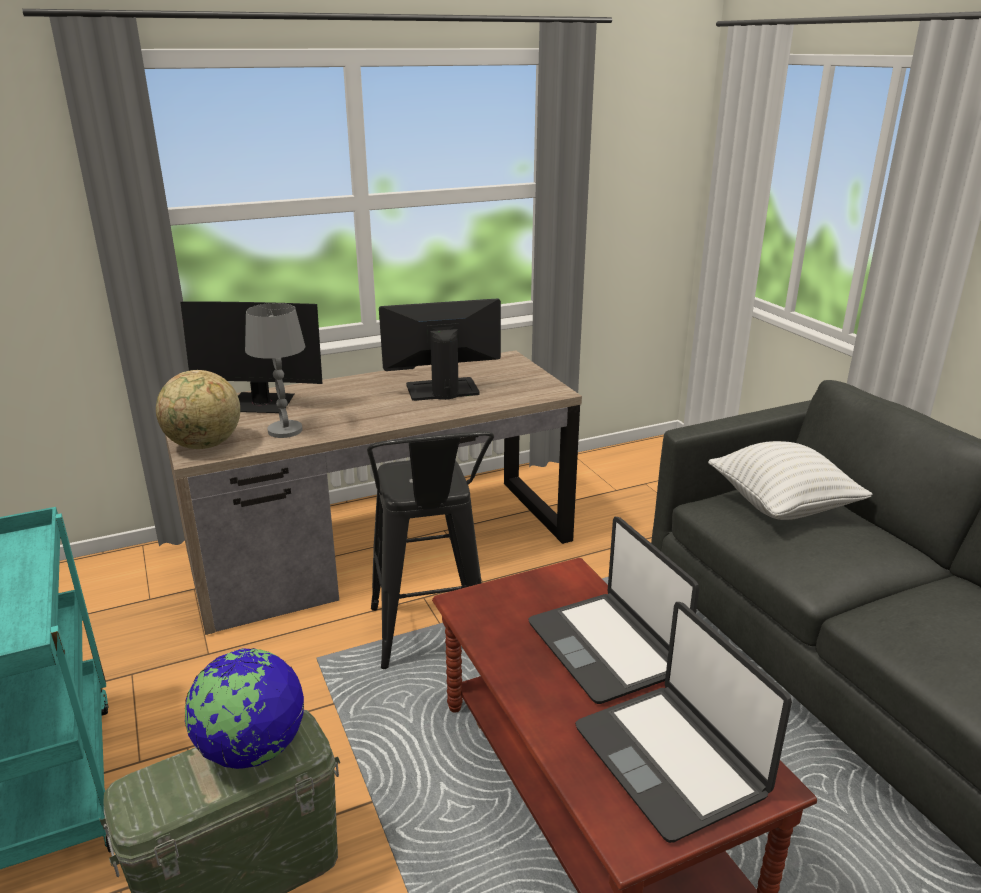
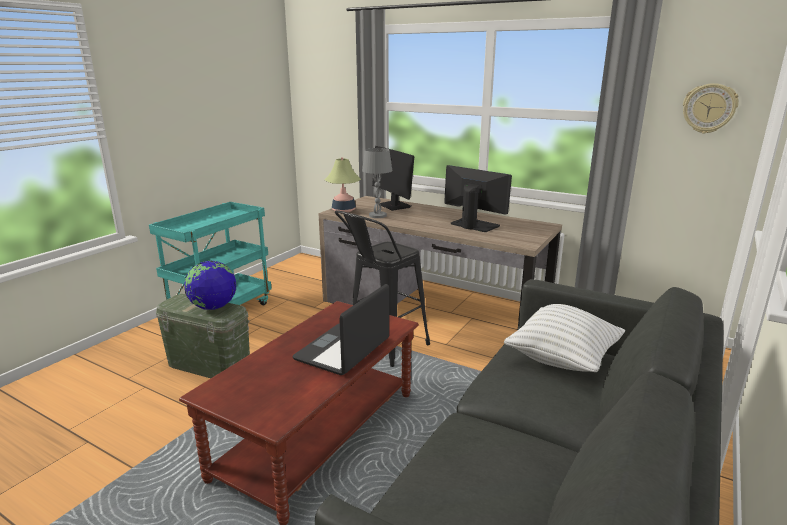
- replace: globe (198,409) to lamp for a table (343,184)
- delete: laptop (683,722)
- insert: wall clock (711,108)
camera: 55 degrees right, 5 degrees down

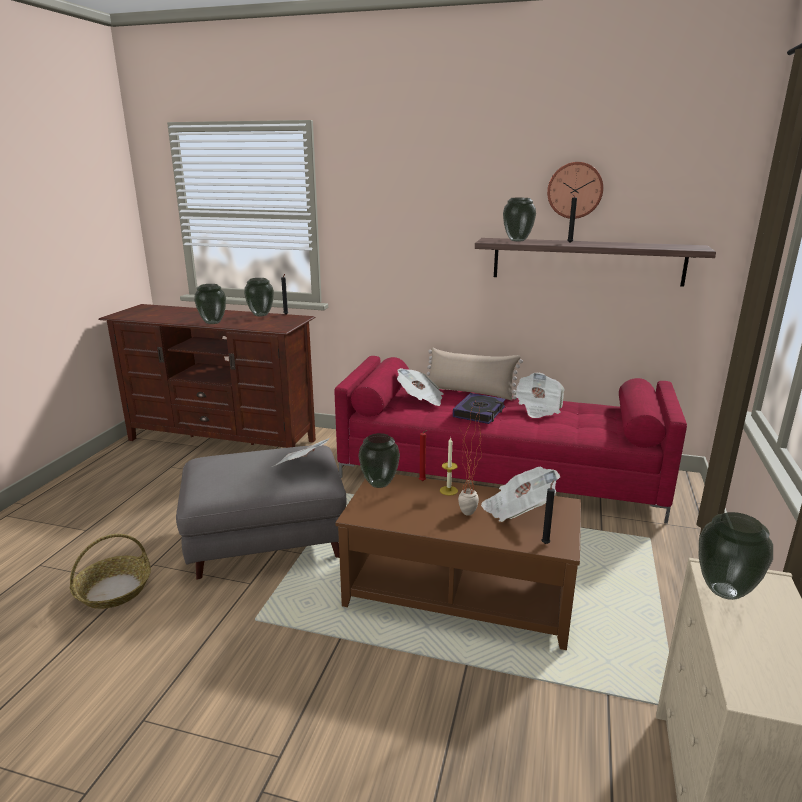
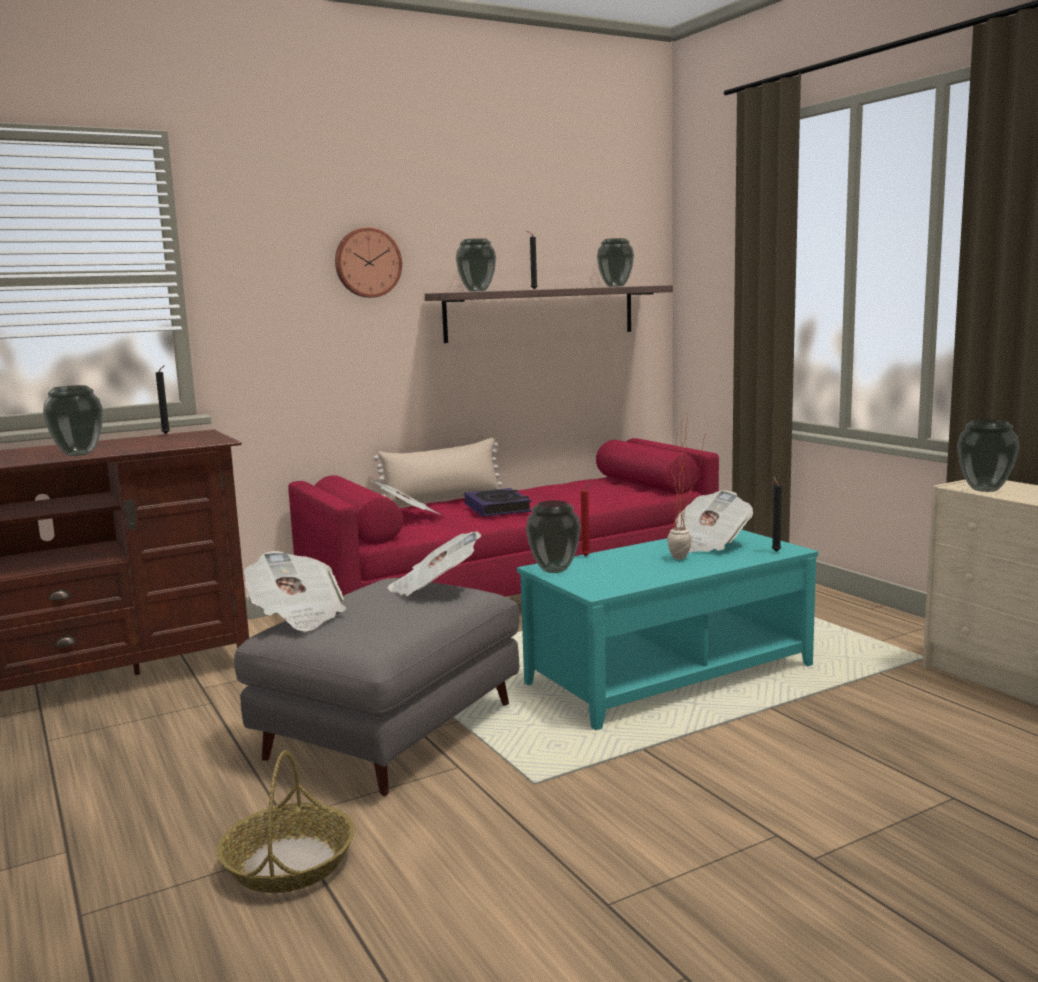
- move: decorative vase (259,297) to (615,262)
- recolor: low table in brownish (458,562) to low table in blue-green (667,630)
- delete: candle (449,467)
- move: daily paper (539,395) to (295,591)
- move: wall clock (575,190) to (368,262)
camera: 45 degrees left, 10 degrees down

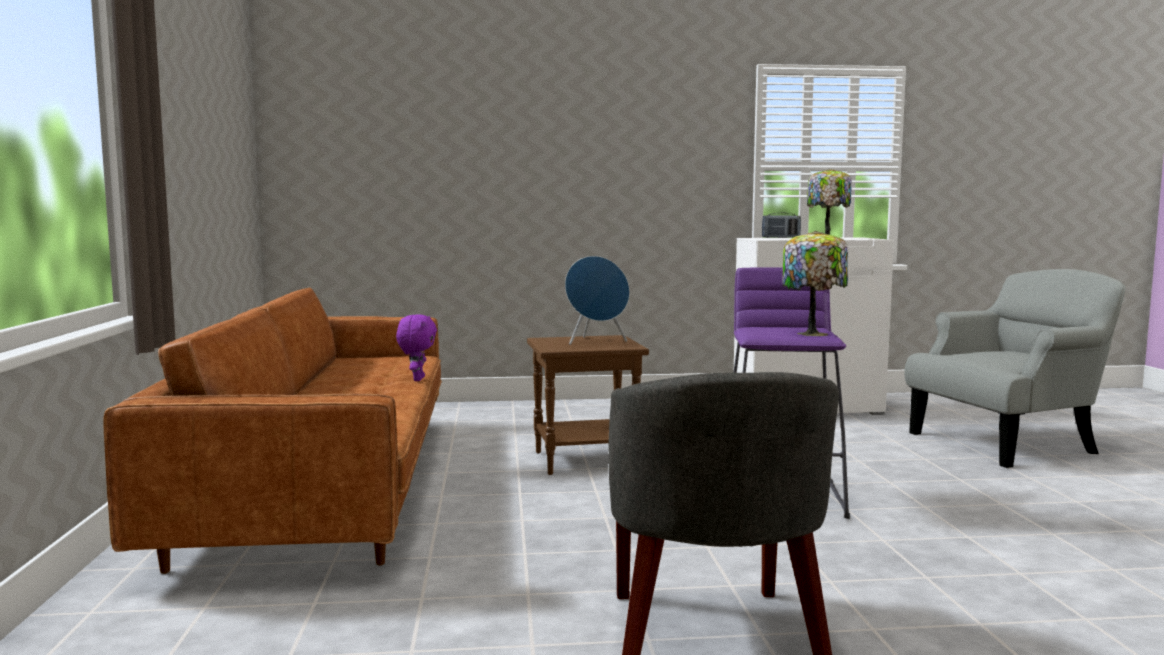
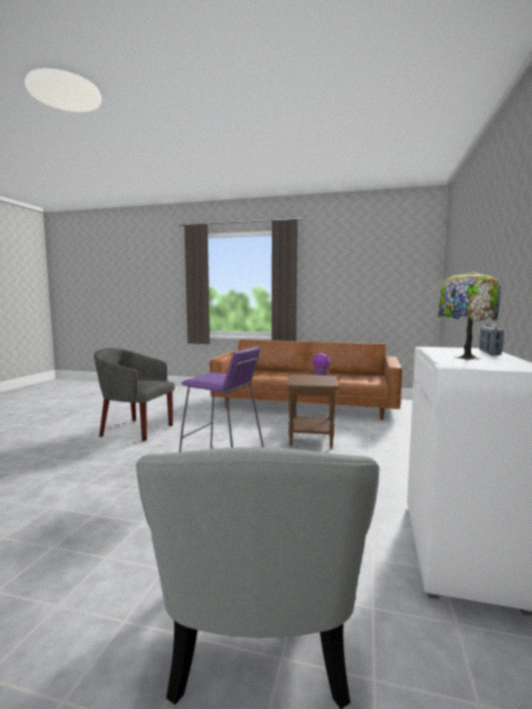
- delete: audio speaker in blue (597,300)
- delete: lamp for a table (815,283)
camera: 110 degrees right, 0 degrees up

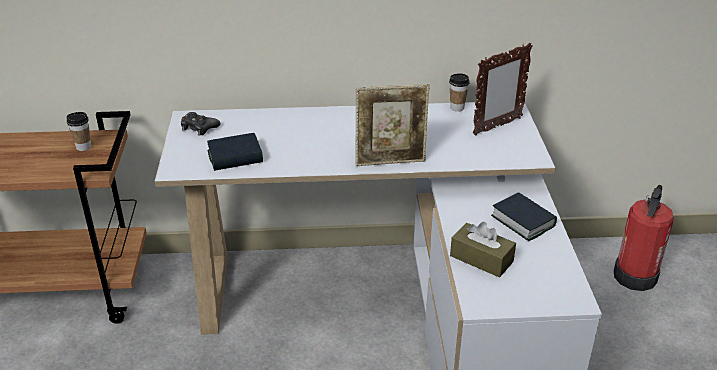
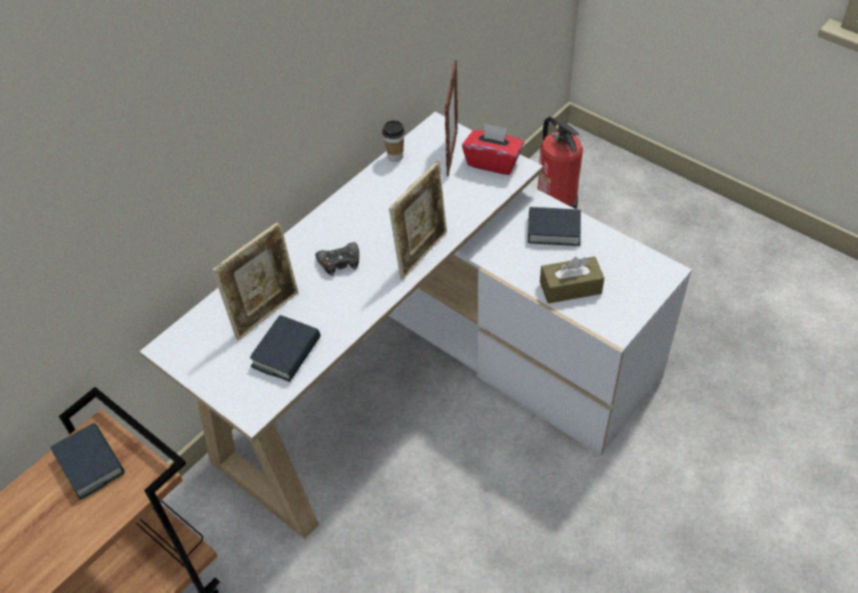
- replace: small cup (79,131) to book (87,461)
- move: gamepad in black (201,124) to (337,259)
- insert: photo frame (255,280)
- insert: tissue holder in red-coloured (493,149)
camera: 45 degrees left, 15 degrees up

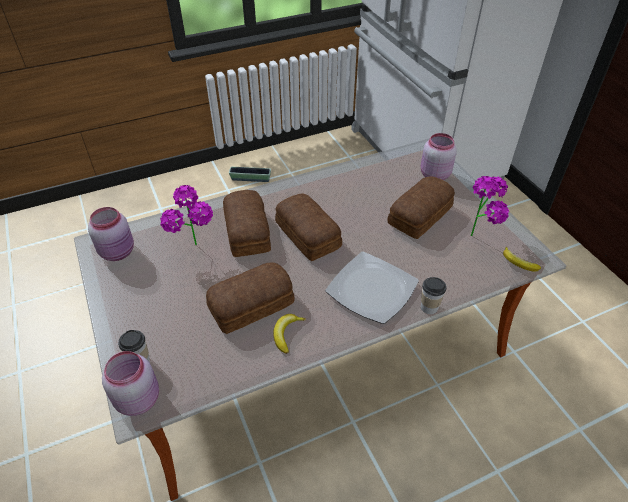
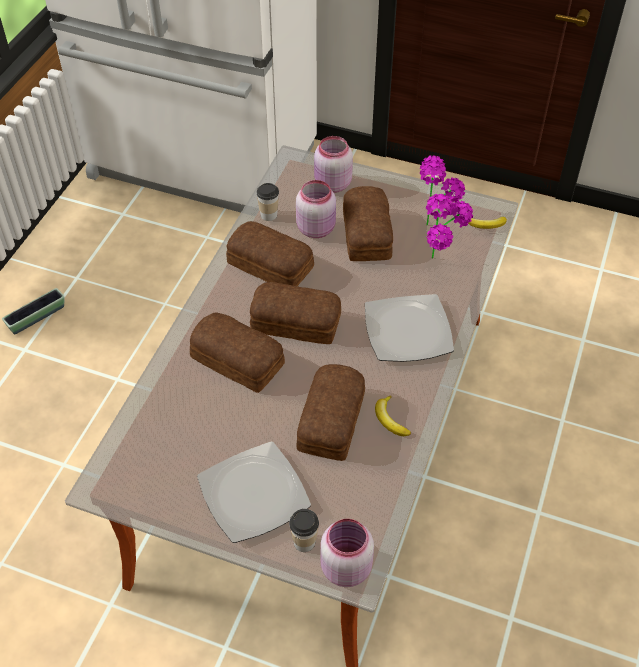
- move: storage jar in pink (111,234) to (316,209)
- move: potted plant (186,215) to (449,226)
- move: small cup (434,295) to (267,202)
- insert: plate (254,492)
- insert: bakery bread (270,253)
camera: 45 degrees left, 5 degrees up

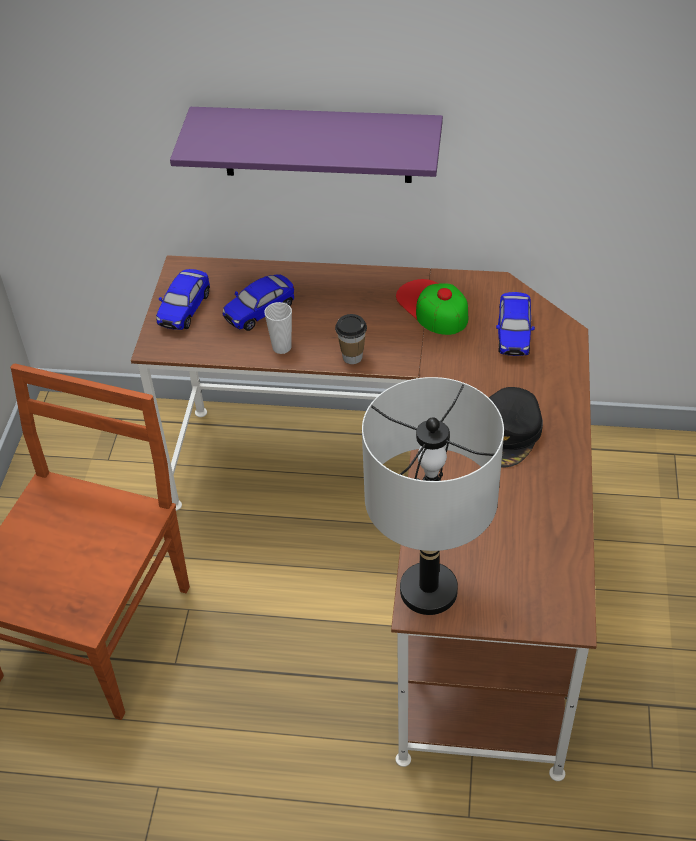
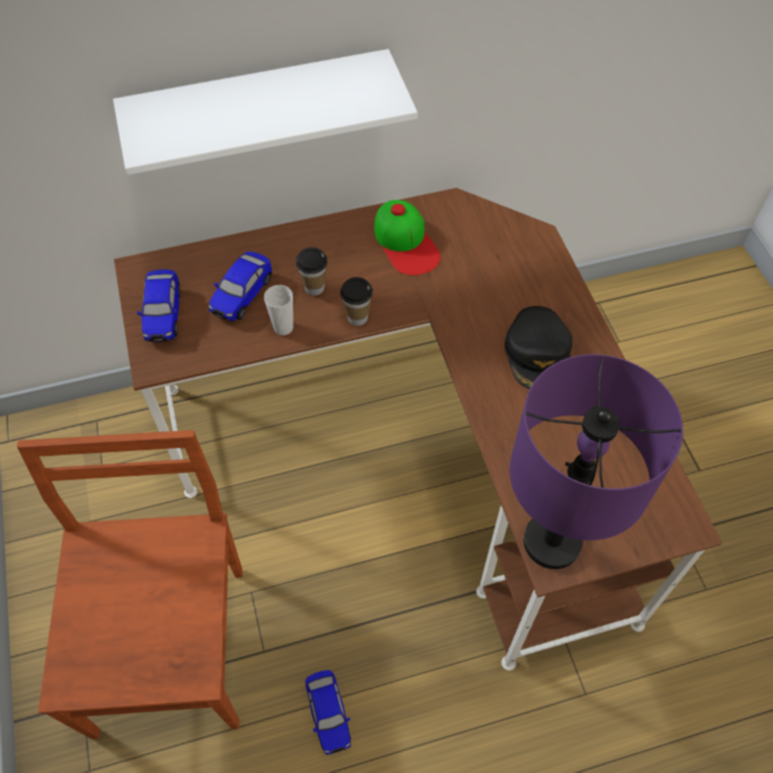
- recolor: bracket shelf in purple-coloured (306,145) to bracket shelf in whitish (265,112)
- recolor: lamp for a table in grey (433,496) to lamp for a table in purple-coloured (596,461)
- rotate: peaked cap (432,307) = (407,238) 150 degrees counterclockwise
- move: miniature car (515,324) to (328,712)
- insert: small cup (312,271)
camera: 25 degrees left, 10 degrees up

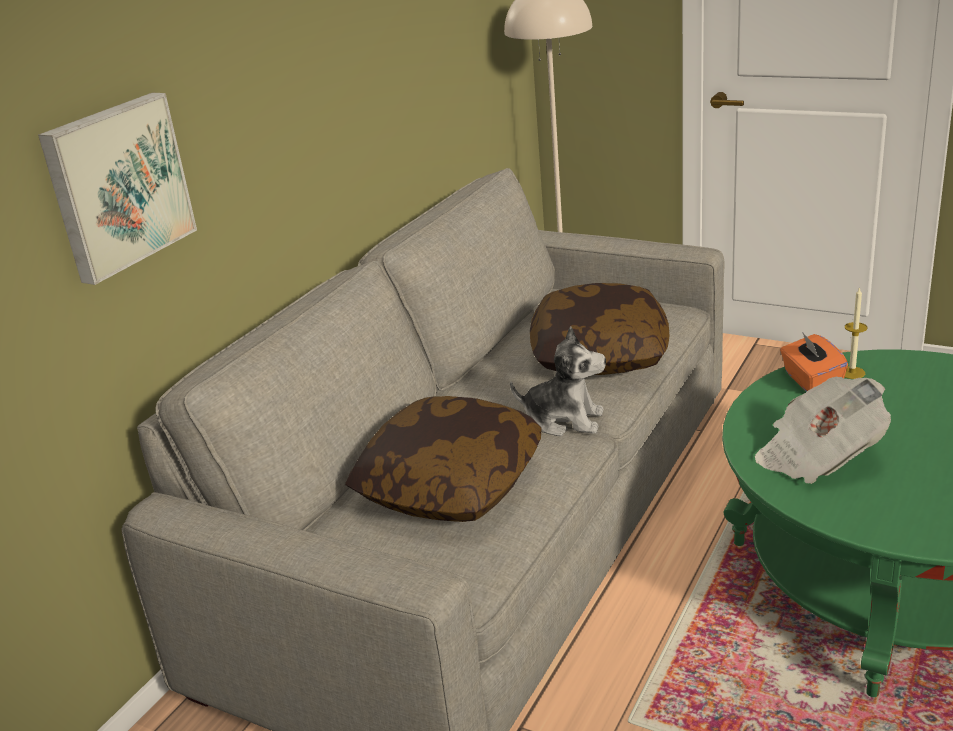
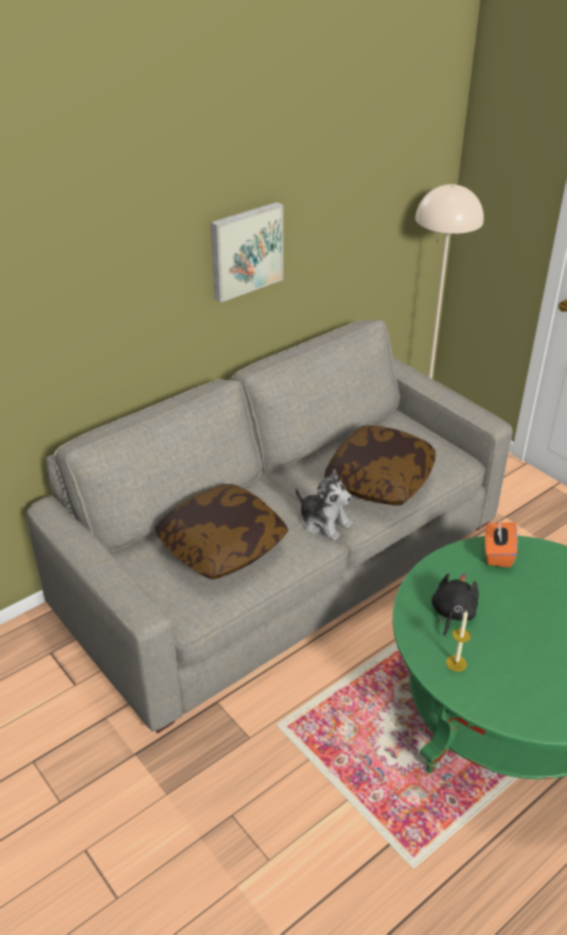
- move: wall picture (117,189) to (247,252)
- replace: daily paper (823,430) to soft toy in black (455,605)
- move: candle (856,333) to (458,641)
camera: 20 degrees right, 10 degrees up

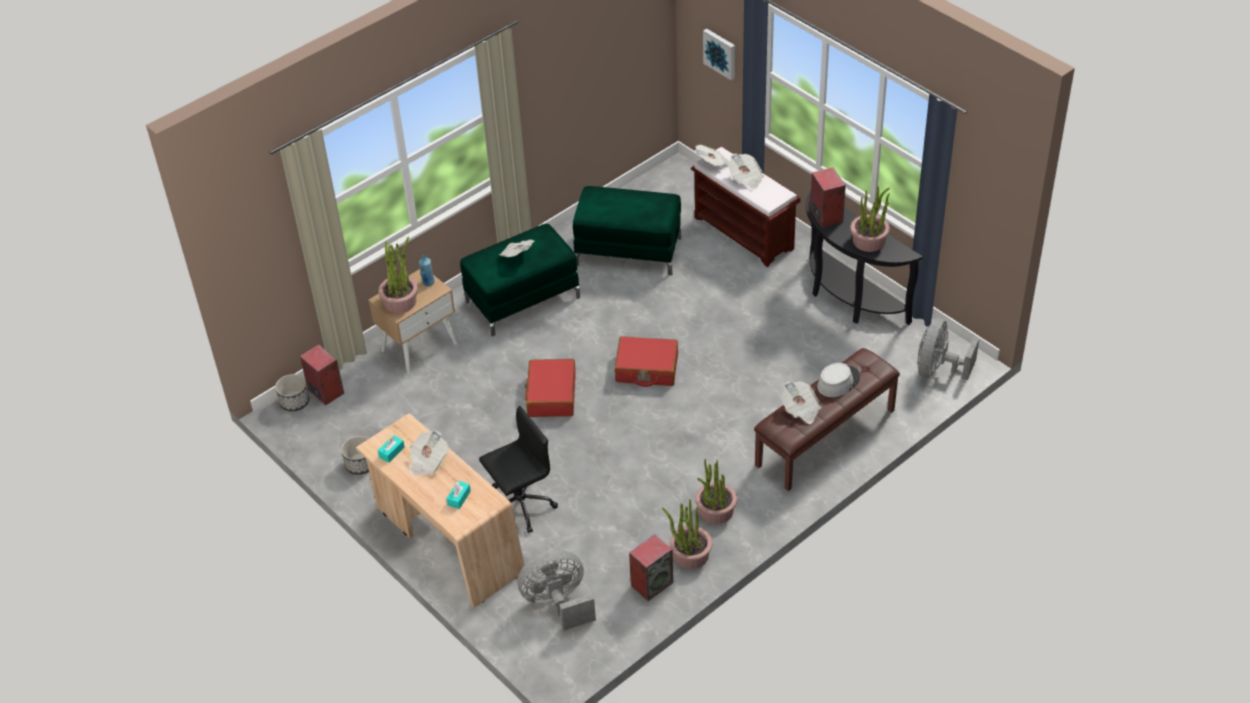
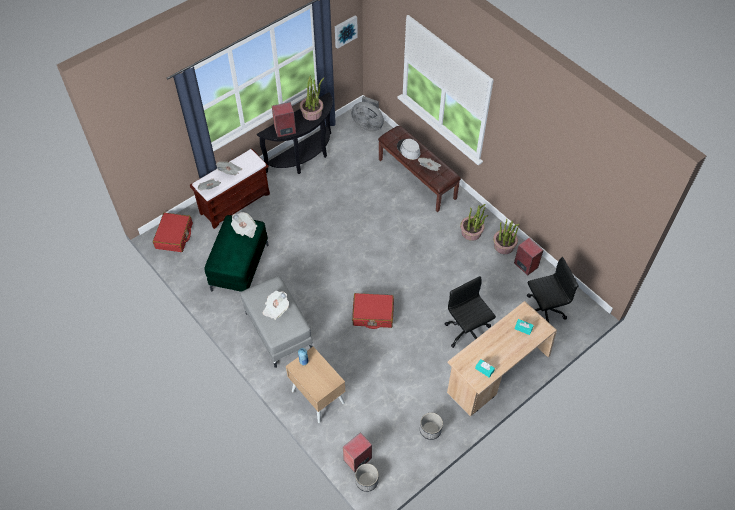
- delete: potted plant (398,275)
- move: daily paper (428,453) to (244,225)
- recolor: footrest in green-coloured (520,280) to footrest in grey (277,322)
- replace: fan in grey (557,590) to desk chair in black (553,289)
- move: suitcase in red-coloured (646,361) to (173,232)
- move: wall picture (719,54) to (346,32)
camera: 90 degrees left, 10 degrees up

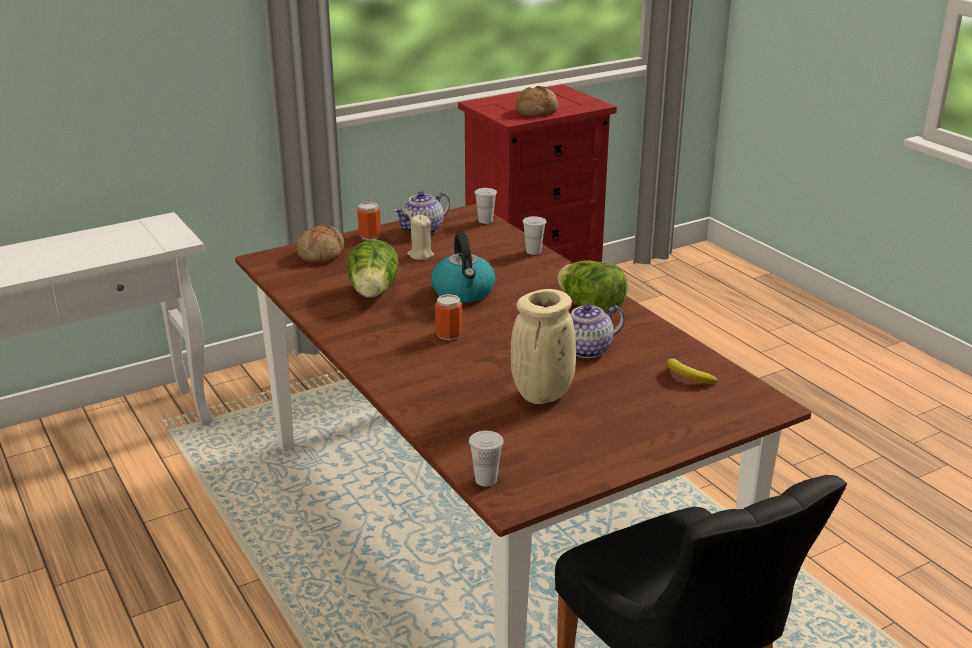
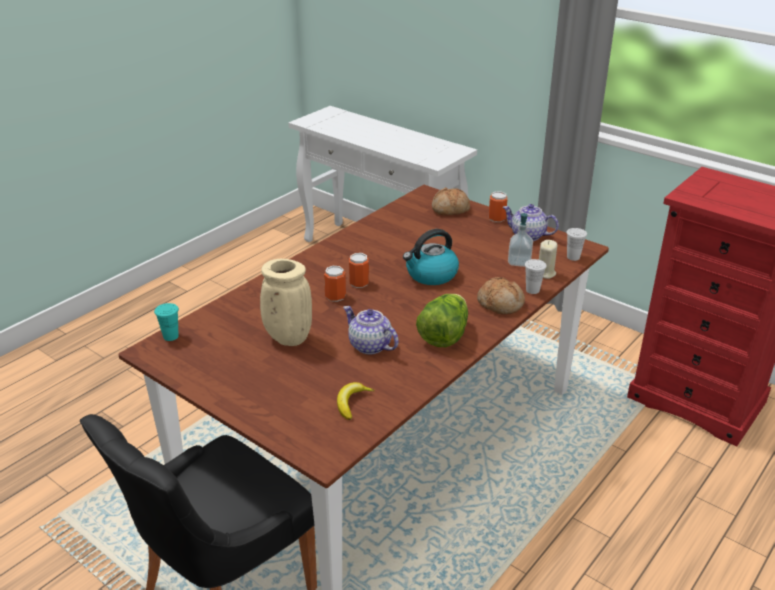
- delete: lettuce (373,268)
- move: candle in beige-coloured (420,237) to (548,259)
- recolor: small cup in whitish (486,459) to small cup in blue-green (166,322)
- move: bakery bread (537,101) to (501,295)
- insert: can (335,284)
- insert: soap bottle (520,240)
camera: 70 degrees right, 5 degrees up

